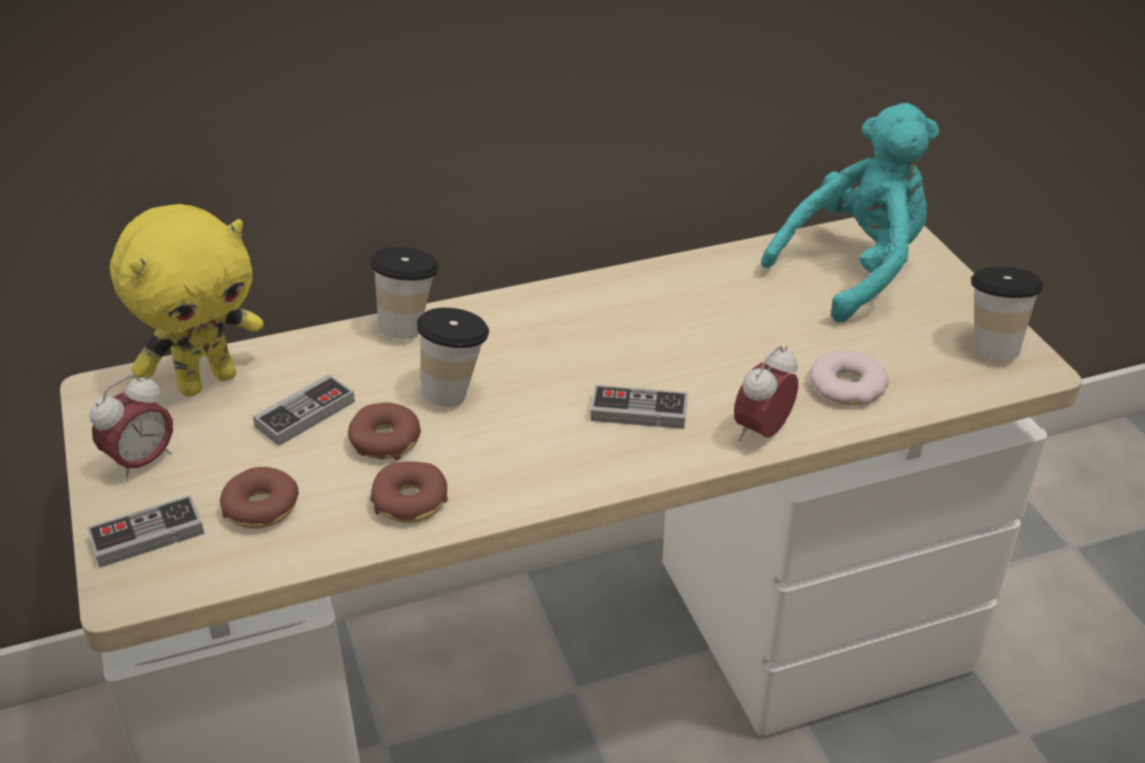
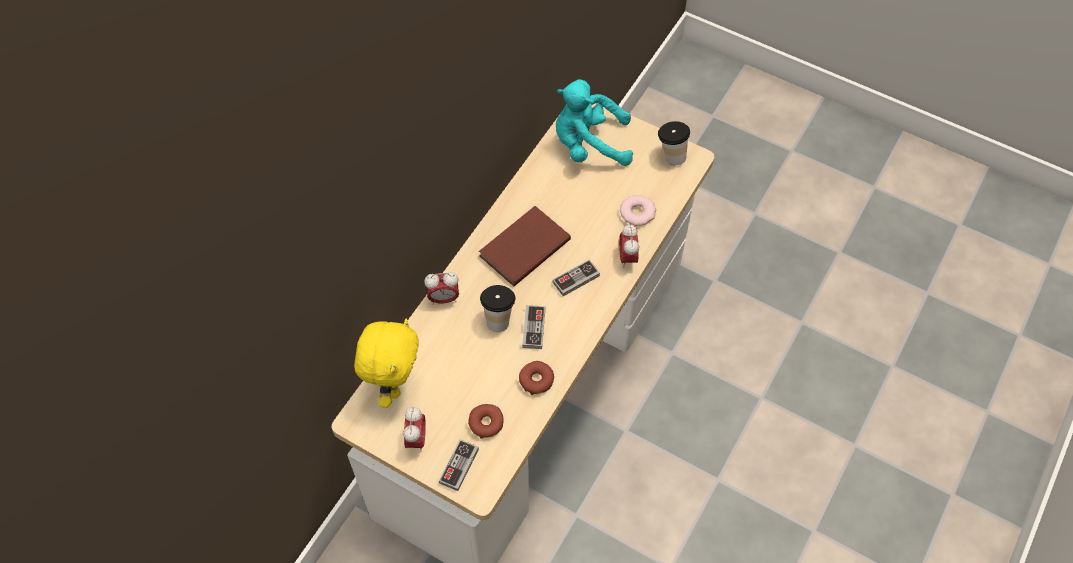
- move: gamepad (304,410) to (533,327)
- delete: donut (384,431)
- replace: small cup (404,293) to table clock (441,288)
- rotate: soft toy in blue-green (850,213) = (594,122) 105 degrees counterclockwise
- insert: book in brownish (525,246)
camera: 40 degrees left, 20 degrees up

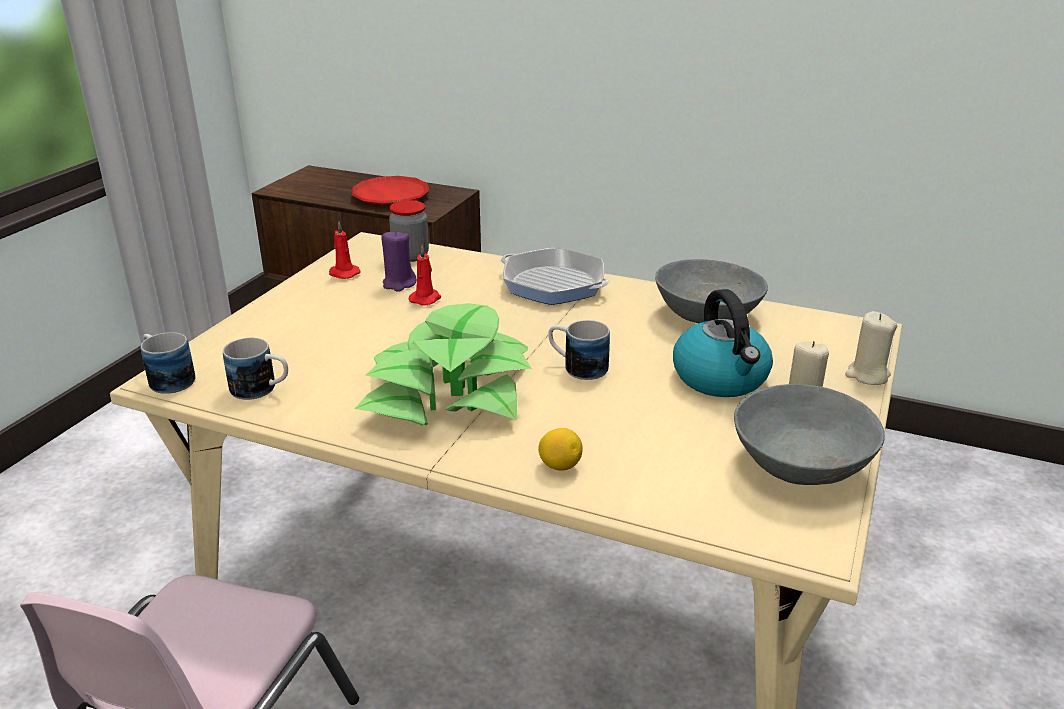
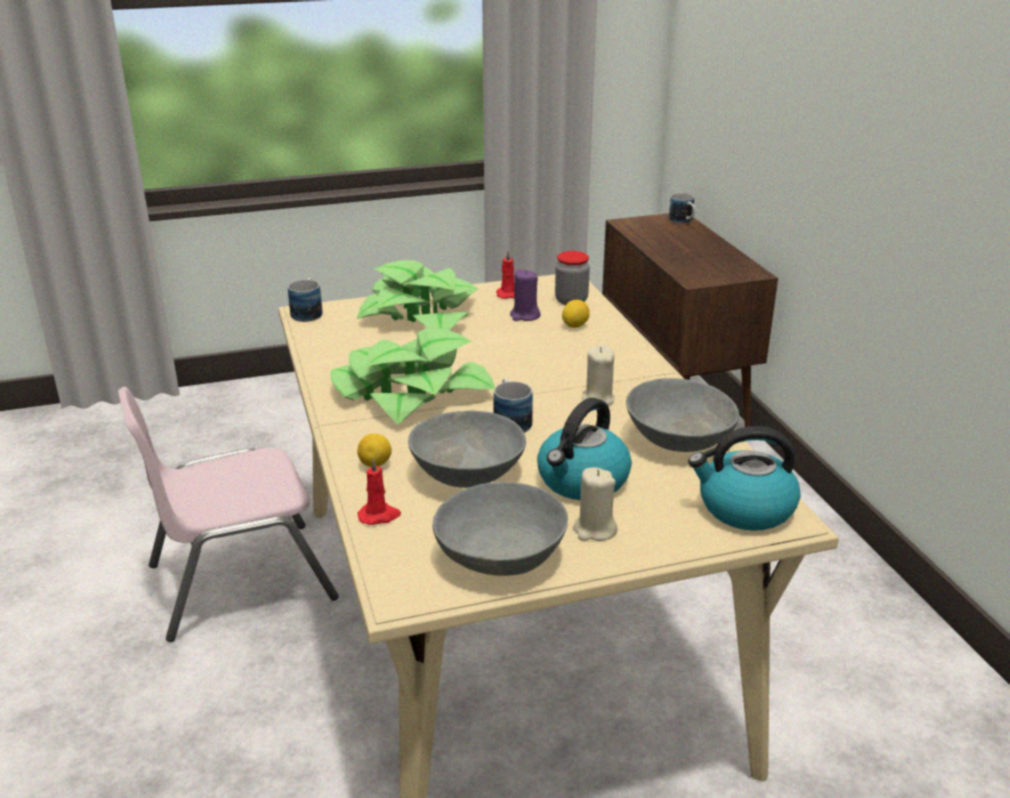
- move: coffee mug (255,369) to (682,208)
- delete: plate in red-coloured (390,190)
- move: candle in red-coloured (424,275) to (379,491)
- delete: pan (555,276)
- move: candle in beige-coloured (871,348) to (598,375)
- insert: potted plant (417,295)
- insert: deep dish in grey (467,449)
- insert: citrus fruit (576,314)
- insert: water kettle (744,478)
camera: 50 degrees right, 0 degrees up

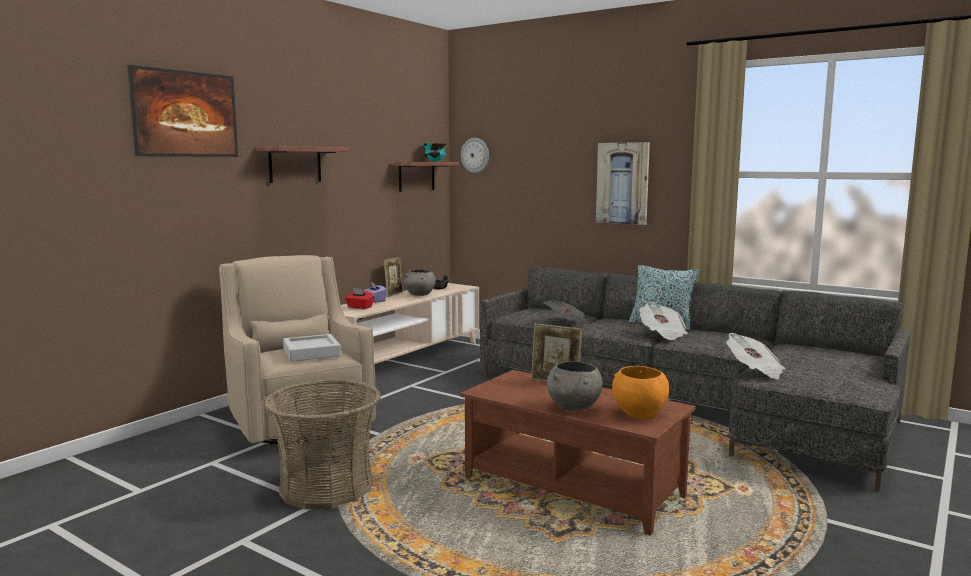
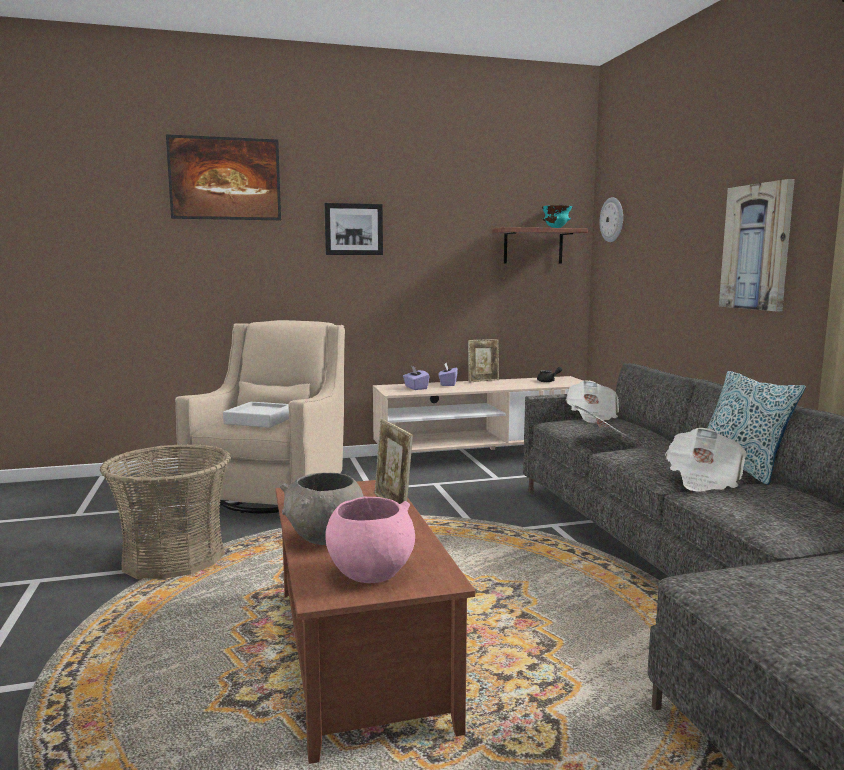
- replace: bracket shelf (303,164) to wall picture (353,229)
- recolor: tissue holder in red-coloured (359,298) to tissue holder in purple-coloured (416,378)
- delete: deep dish in grey (420,283)
- recolor: deep dish in orange (640,392) to deep dish in pink (370,539)
- move: daily paper (755,356) to (592,401)
camera: 40 degrees right, 0 degrees up

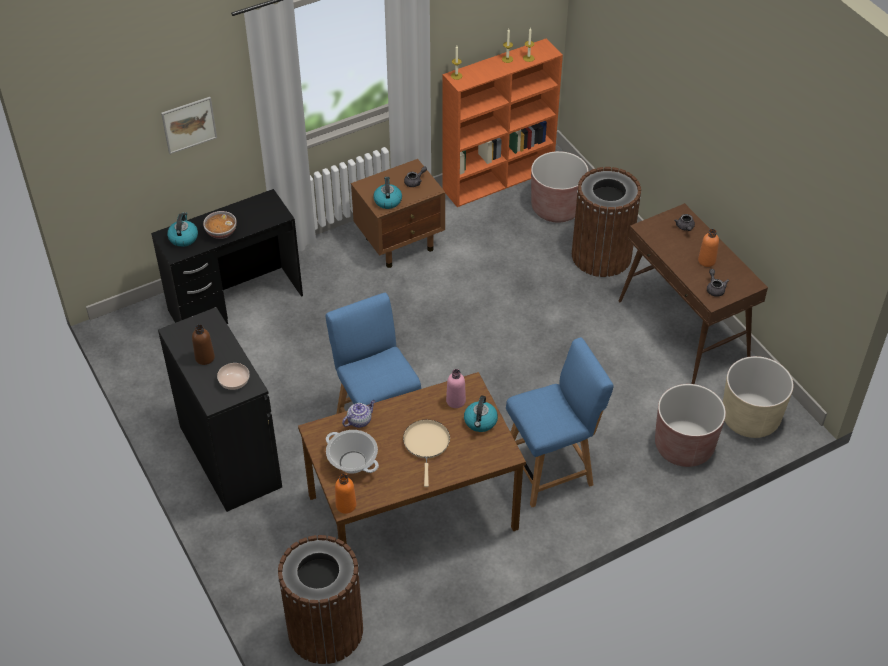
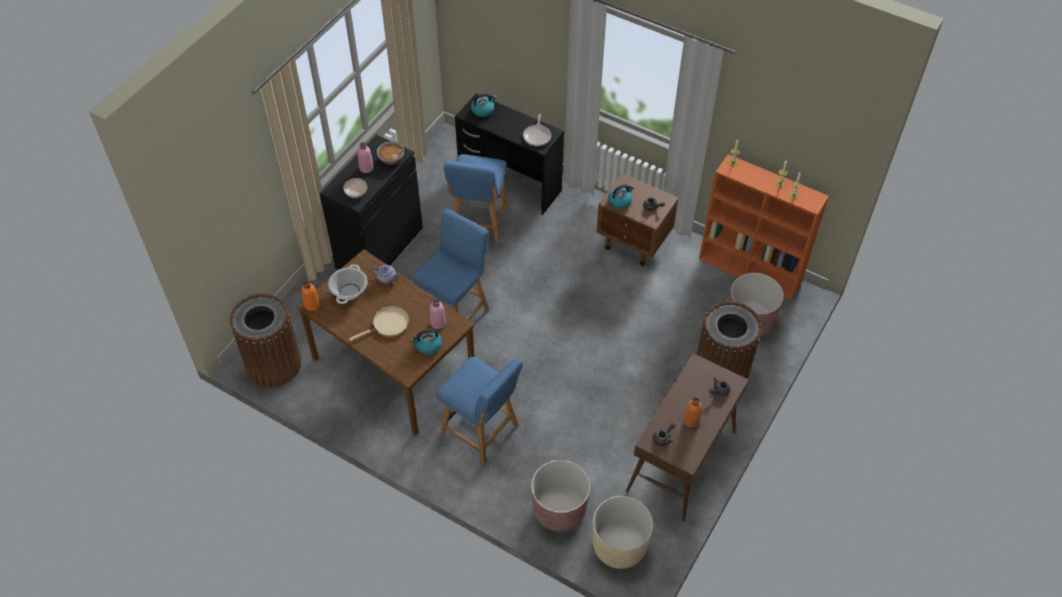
- delete: wall picture (189,125)
- recolor: bottle in brownish (203,344) to bottle in pink (365,157)
- move: deep dish (220,225) to (390,153)
- insert: upright chair in blue (476,199)
- insert: pan (537,130)
camera: 60 degrees right, 5 degrees up

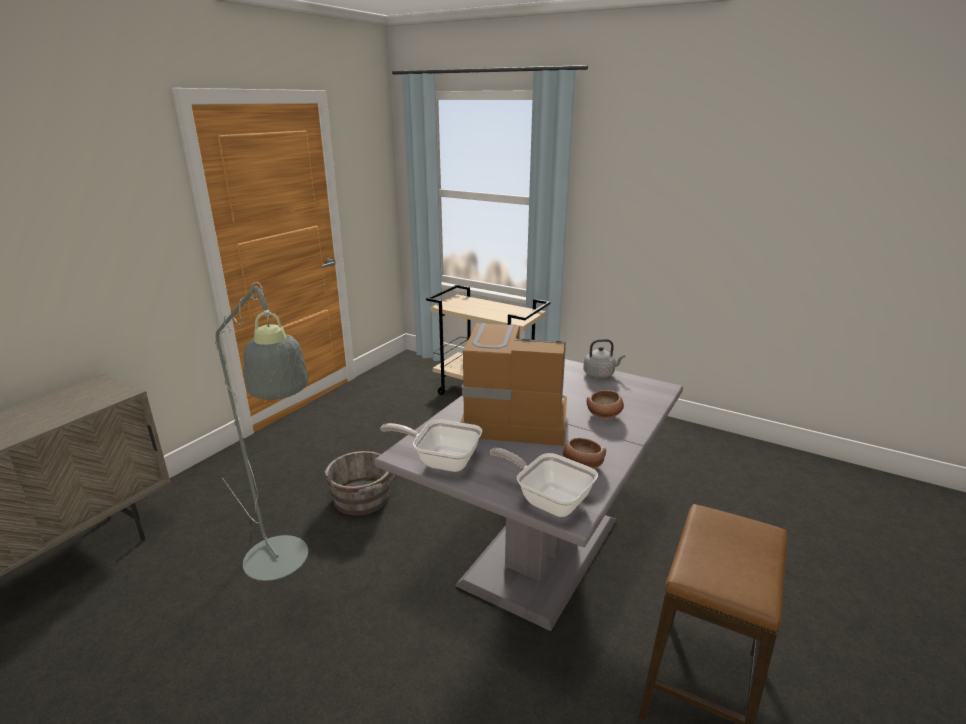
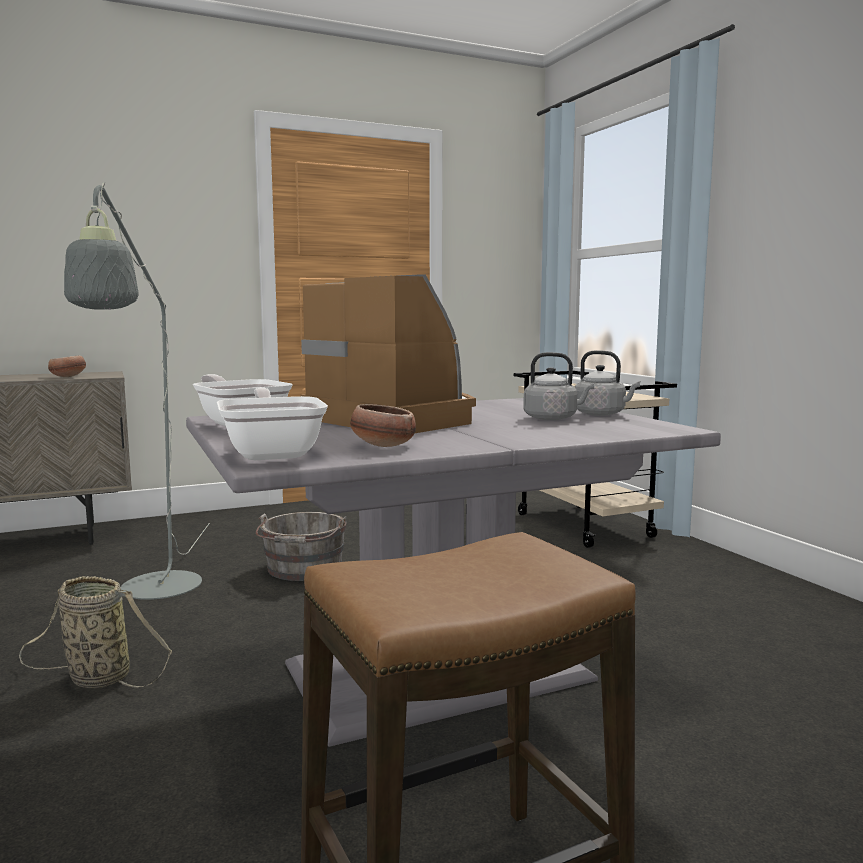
- move: deep dish (605,404) to (67,366)
- insert: storage basket (95,632)
- insert: water kettle in grey (558,386)
camera: 35 degrees right, 15 degrees down

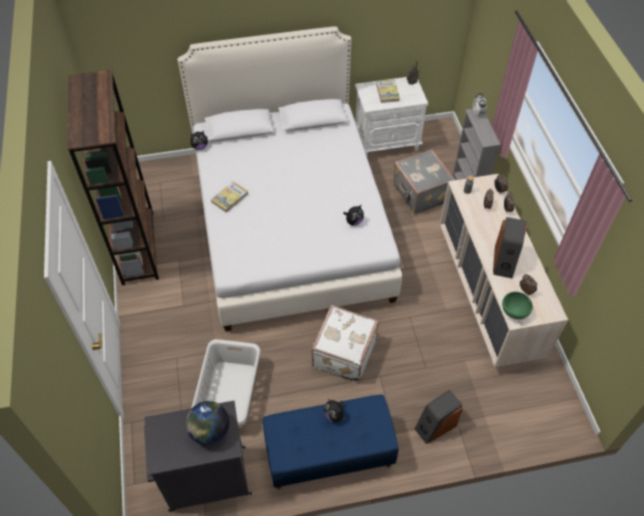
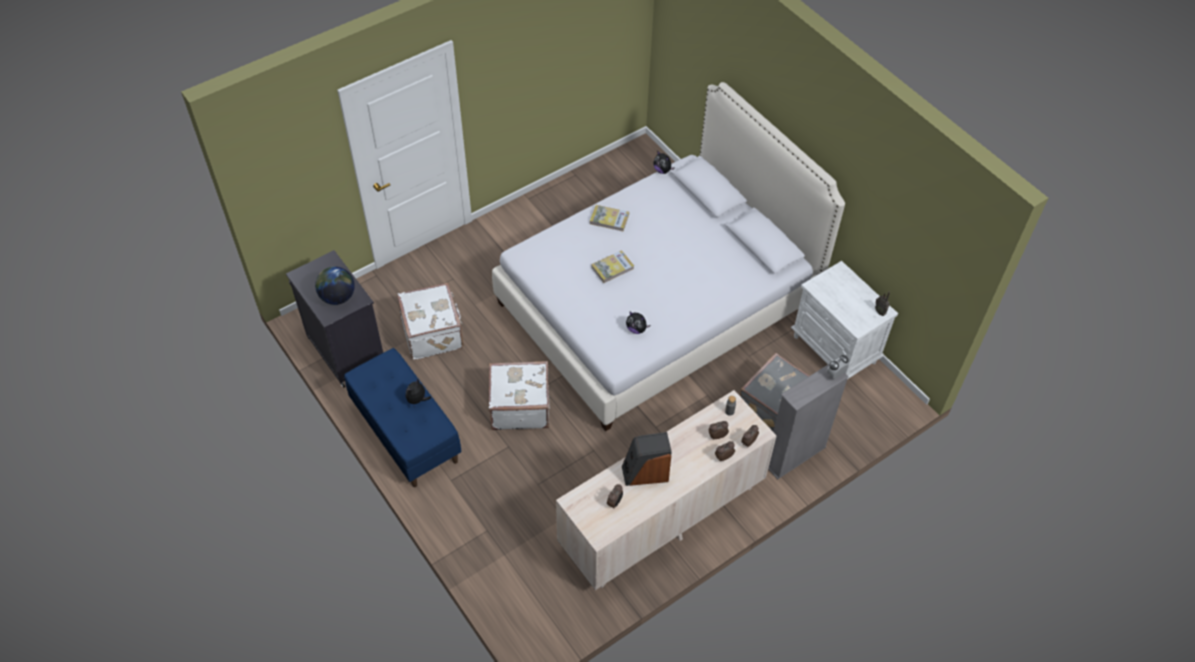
- delete: bookcase in brownish (113,177)
- replace: washing basket in grey (226,383) to suitcase in whitish (430,321)
- move: book (388,91) to (612,266)
- delete: audio speaker (439,416)
- delete: deep dish in green-coloured (517,305)
camera: 65 degrees right, 0 degrees up

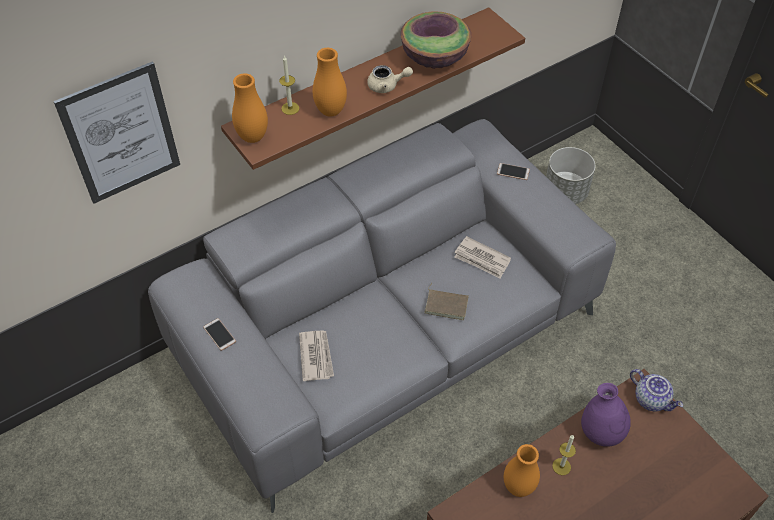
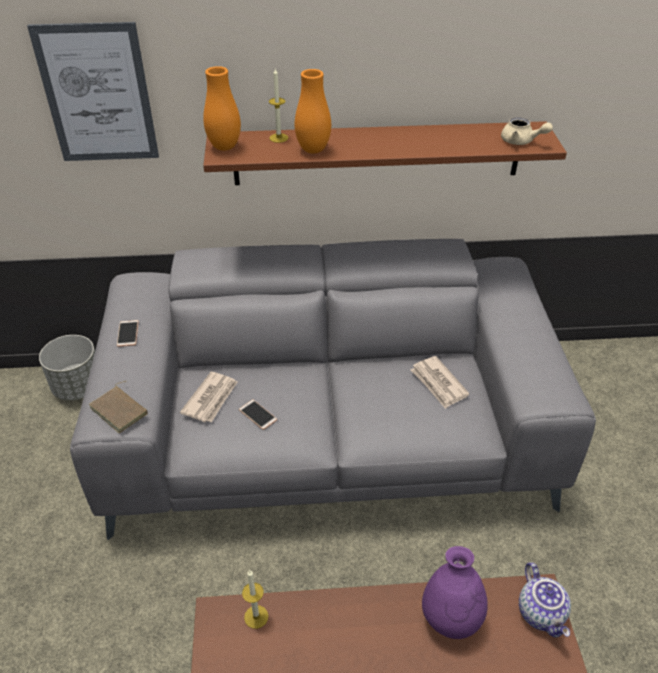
- move: tea pot in beige-coloured (390,79) to (527,131)
- delete: deep dish (436,40)
- move: book in brownish (446,301) to (118,407)
- move: telephone (513,171) to (258,414)
- delete: decorative vase in orange (522,470)
- move: flower pot in grey (570,175) to (67,367)
- move: candle (564,455) to (255,599)
camera: 30 degrees right, 10 degrees down

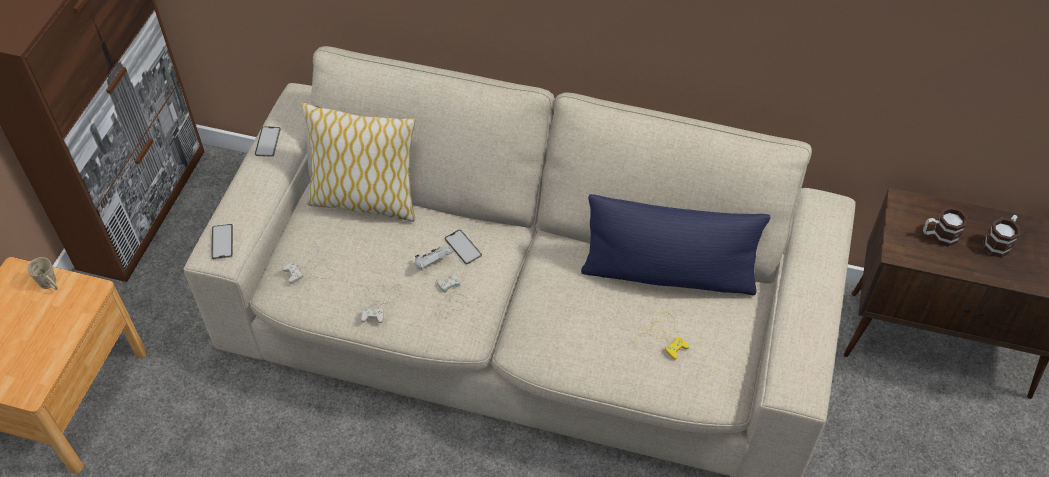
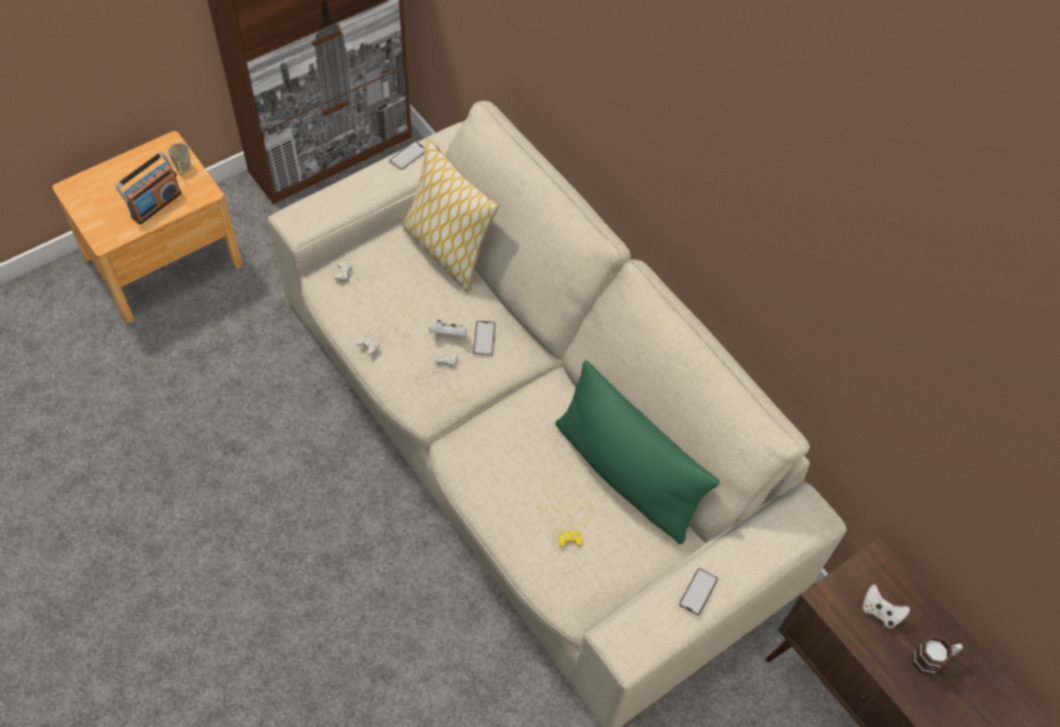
- move: telephone (222,241) to (698,591)
- recolor: throw pillow in blue (675,244) to throw pillow in green-coloured (637,452)
- replace: coffee mug (945,227) to gamepad in whitish (886,606)
- insert: radio set (148,188)
camera: 35 degrees right, 5 degrees up

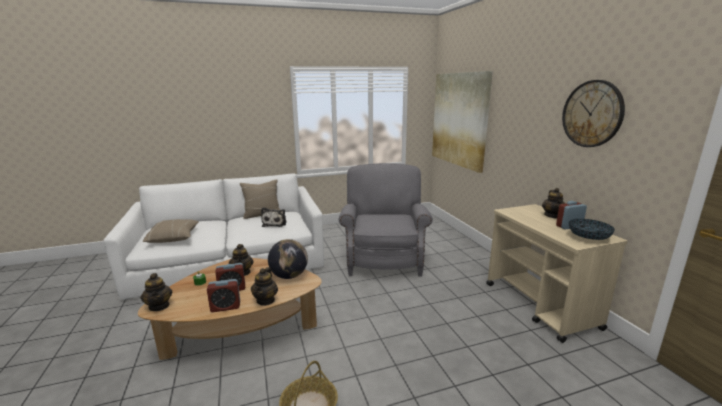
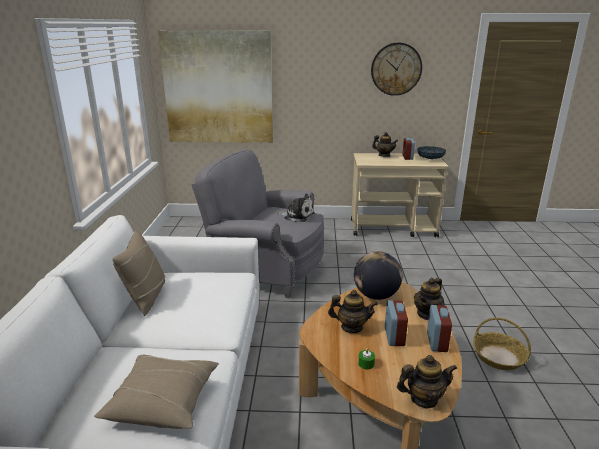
- rotate: tea pot (264,286) = (429,299) 105 degrees clockwise
- move: soft toy (274,217) to (296,207)
camera: 70 degrees left, 5 degrees up

